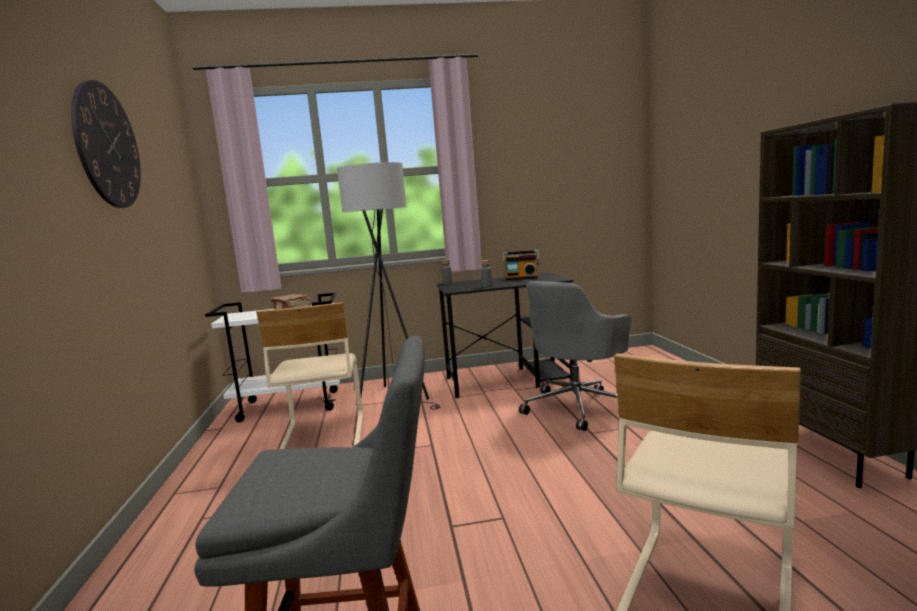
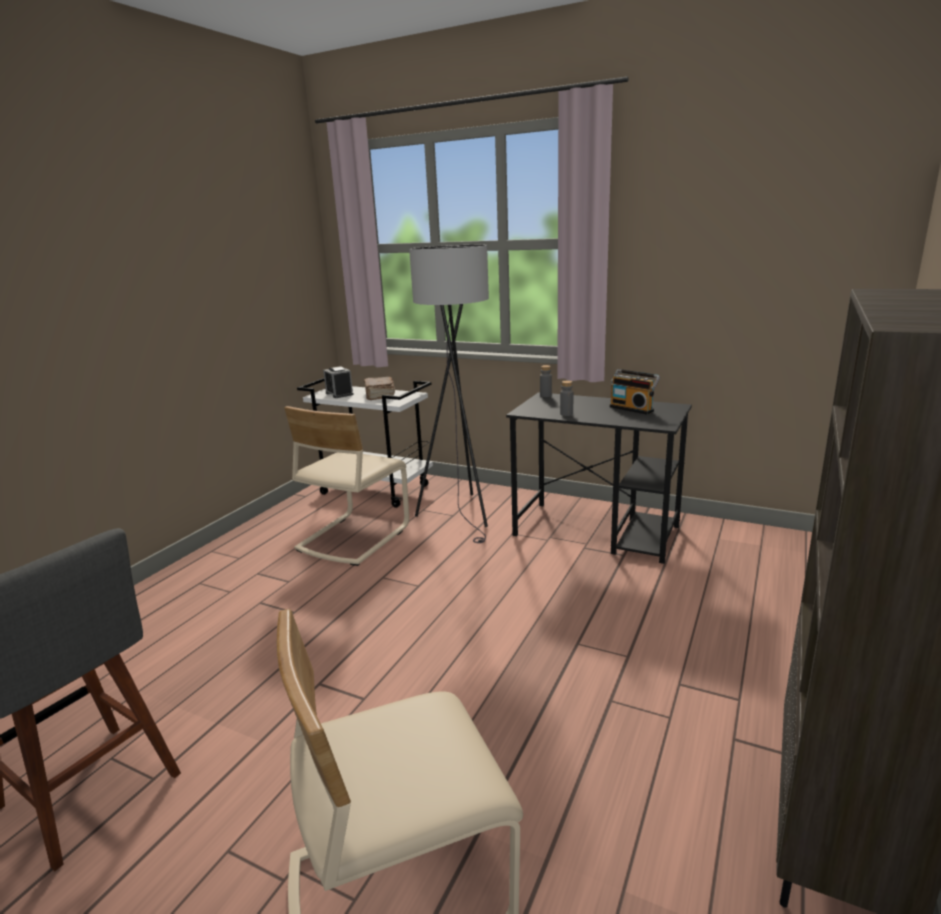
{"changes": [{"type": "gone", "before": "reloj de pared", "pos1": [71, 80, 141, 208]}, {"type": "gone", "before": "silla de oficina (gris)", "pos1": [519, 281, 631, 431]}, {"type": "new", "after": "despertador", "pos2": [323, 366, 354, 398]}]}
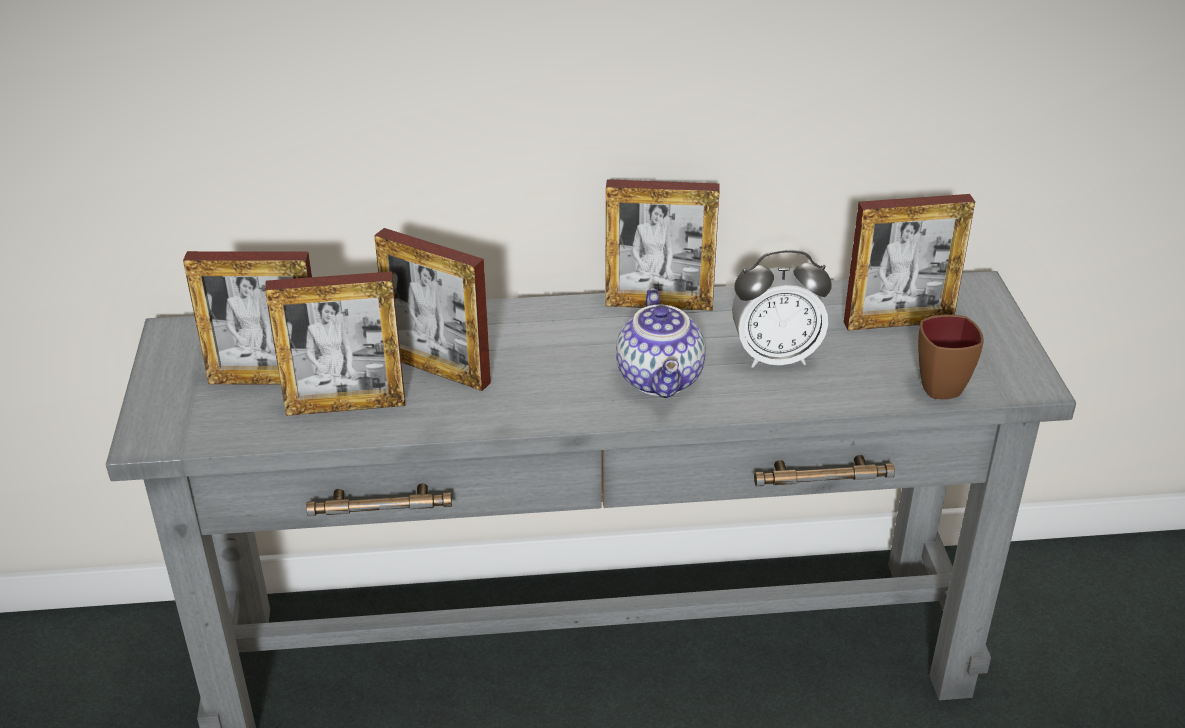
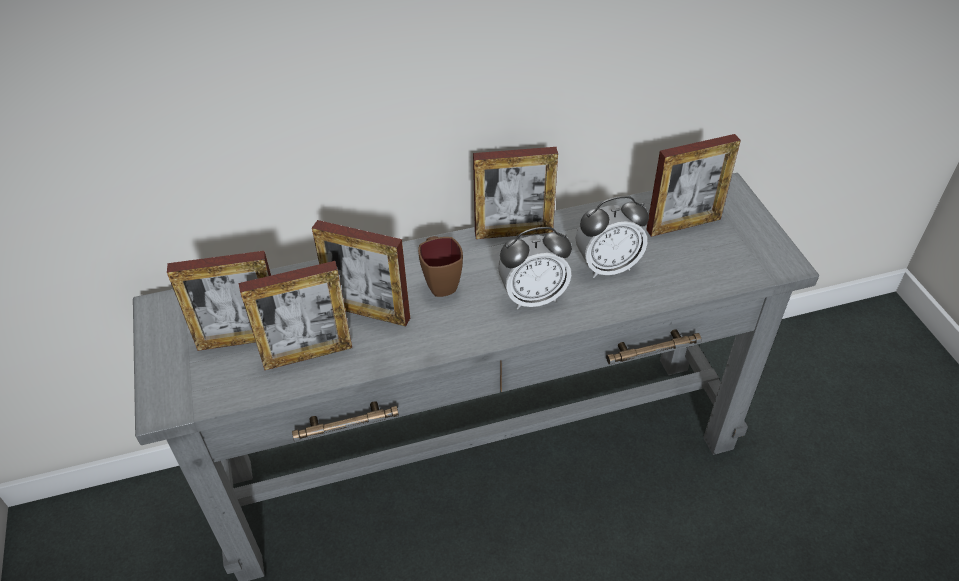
{"changes": [{"type": "swapped", "before": "tetera", "after": "despertador", "pos1": [616, 288, 706, 398], "pos2": [498, 227, 572, 309]}, {"type": "shifted", "before": "taza grande (marrón)", "pos1": [918, 315, 984, 399], "pos2": [418, 236, 463, 297]}]}
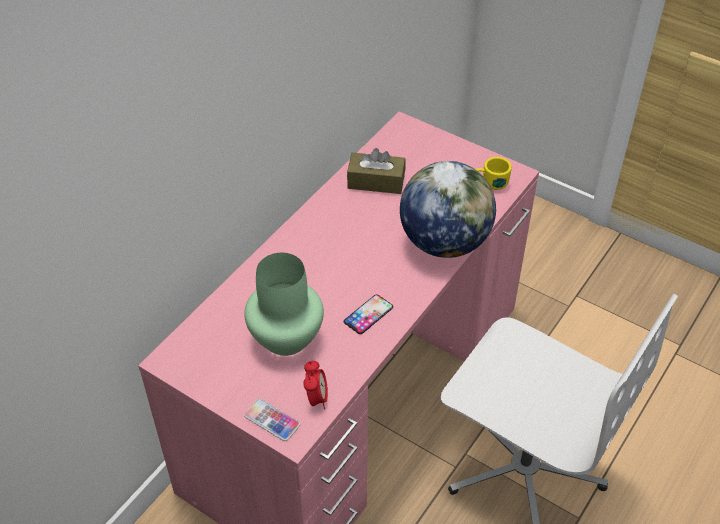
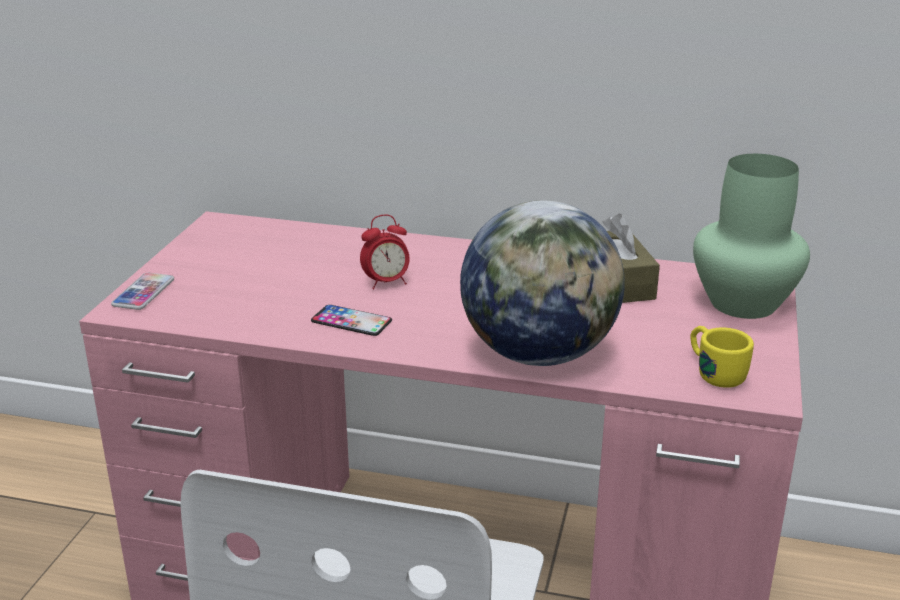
{"changes": [{"type": "shifted", "before": "florero (verde)", "pos1": [244, 253, 324, 356], "pos2": [693, 154, 810, 319]}, {"type": "shifted", "before": "despertador", "pos1": [303, 361, 328, 409], "pos2": [360, 214, 410, 289]}]}
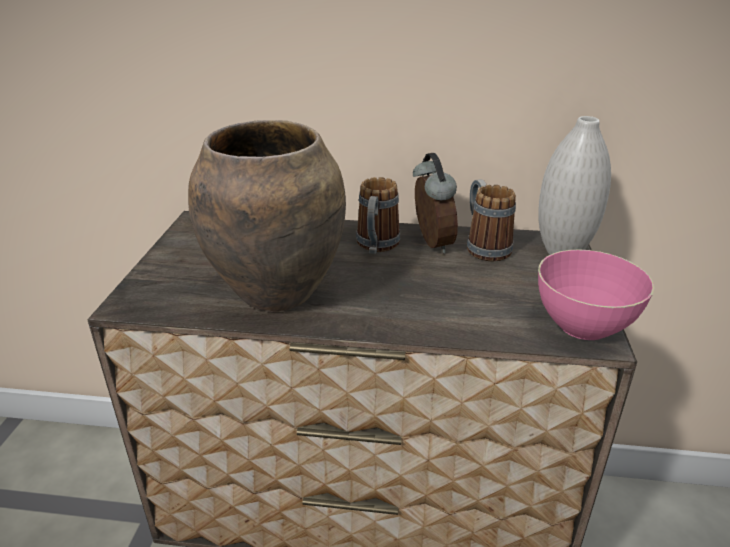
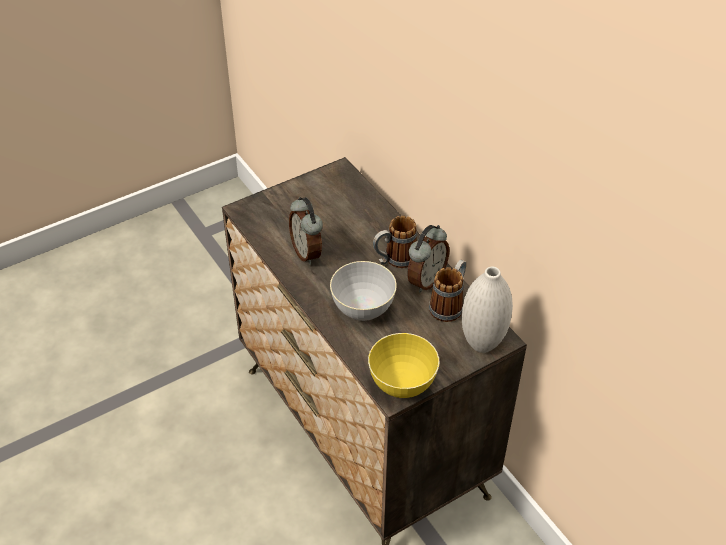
{"changes": [{"type": "swapped", "before": "florero (marrón)", "after": "despertador", "pos1": [188, 120, 346, 312], "pos2": [289, 197, 323, 265]}, {"type": "repainted", "before": "cuenco (rosa)", "after": "cuenco (amarillo)", "pos1": [538, 249, 655, 340], "pos2": [368, 333, 439, 398]}, {"type": "new", "after": "cuenco (gris)", "pos2": [330, 261, 397, 321]}]}
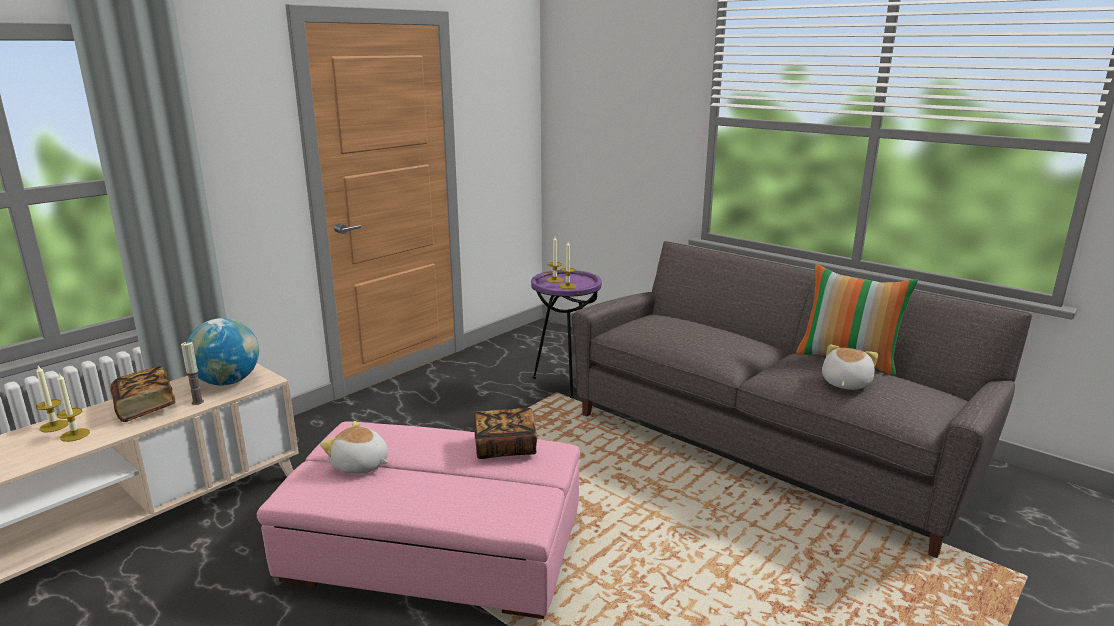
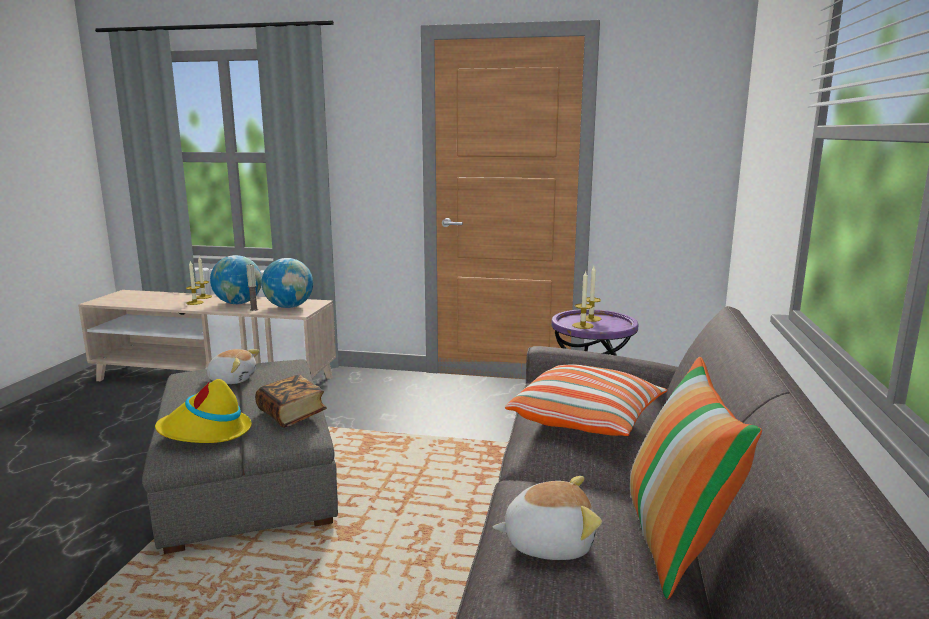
{"changes": [{"type": "swapped", "before": "libro", "after": "globo terráqueo", "pos1": [110, 366, 175, 422], "pos2": [210, 255, 262, 304]}, {"type": "repainted", "before": "puf (rosa)", "after": "puf (gris)", "pos1": [257, 421, 580, 619], "pos2": [142, 359, 338, 554]}, {"type": "rotated", "before": "peluche", "pos1": [320, 421, 389, 473], "pos2": [205, 349, 260, 384], "turn": 105}, {"type": "new", "after": "sombrero (amarillo)", "pos2": [155, 379, 252, 443]}, {"type": "new", "after": "cojín", "pos2": [505, 364, 667, 436]}]}
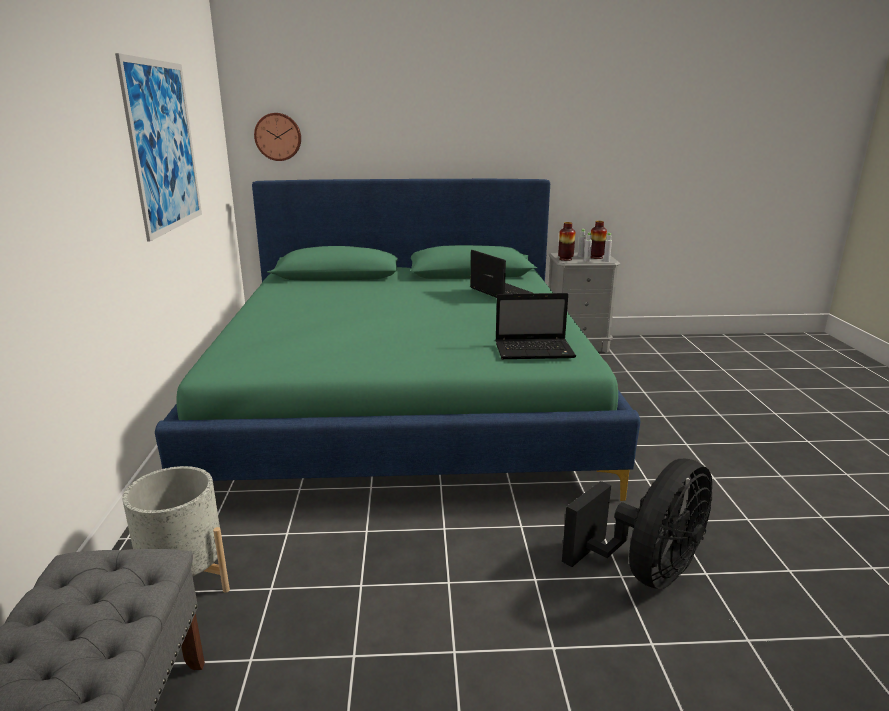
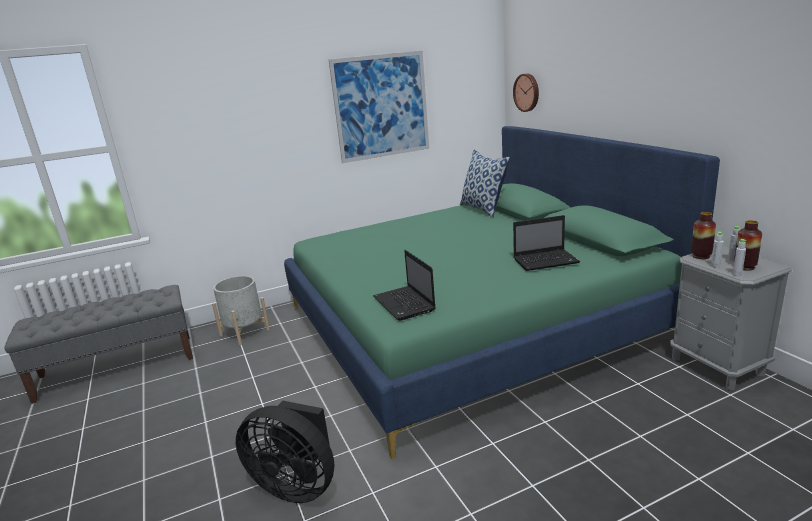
{"changes": [{"type": "rotated", "before": "portátil", "pos1": [470, 250, 533, 298], "pos2": [513, 215, 580, 271], "turn": 45}, {"type": "new", "after": "cojín", "pos2": [460, 150, 510, 218]}]}
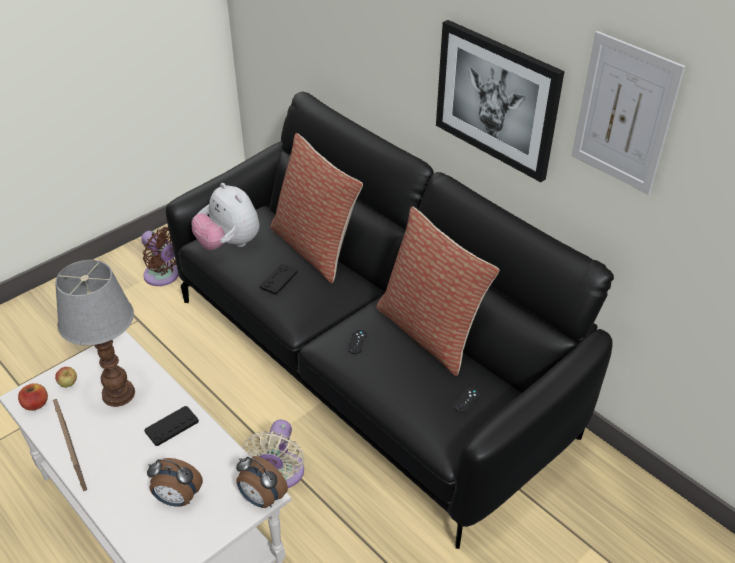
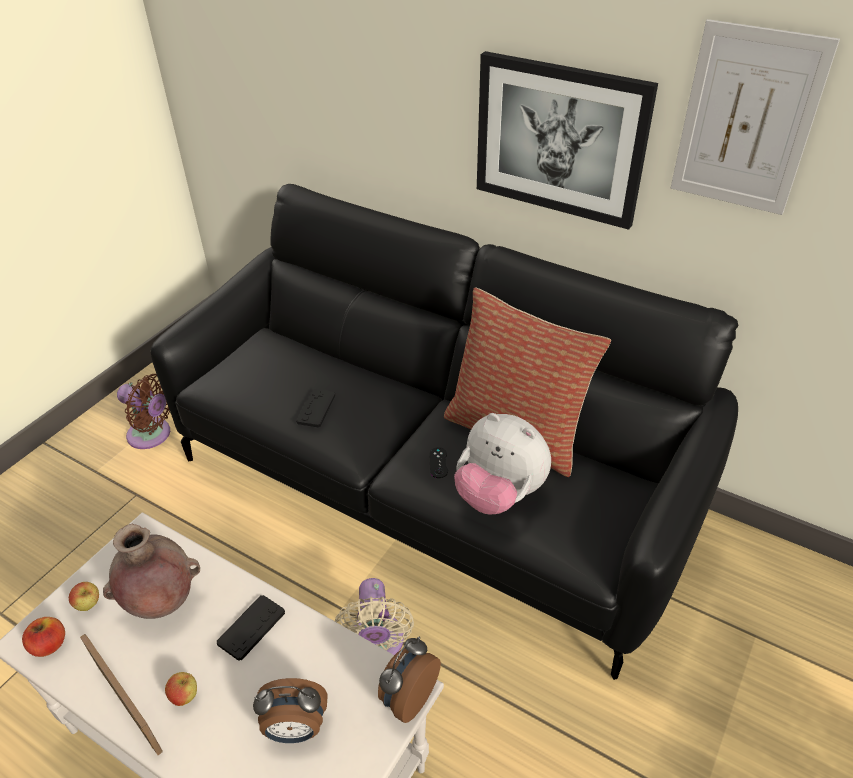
{"changes": [{"type": "swapped", "before": "lámpara de mesa", "after": "florero (marrón)", "pos1": [55, 260, 135, 407], "pos2": [103, 523, 200, 619]}, {"type": "shifted", "before": "peluche", "pos1": [191, 183, 260, 250], "pos2": [454, 413, 551, 514]}, {"type": "rotated", "before": "despertador", "pos1": [236, 456, 288, 508], "pos2": [378, 637, 441, 723], "turn": 105}, {"type": "gone", "before": "cojín", "pos1": [270, 133, 363, 283]}, {"type": "gone", "before": "mando de consola (negro)", "pos1": [453, 388, 480, 413]}, {"type": "new", "after": "manzana", "pos2": [165, 672, 197, 706]}]}
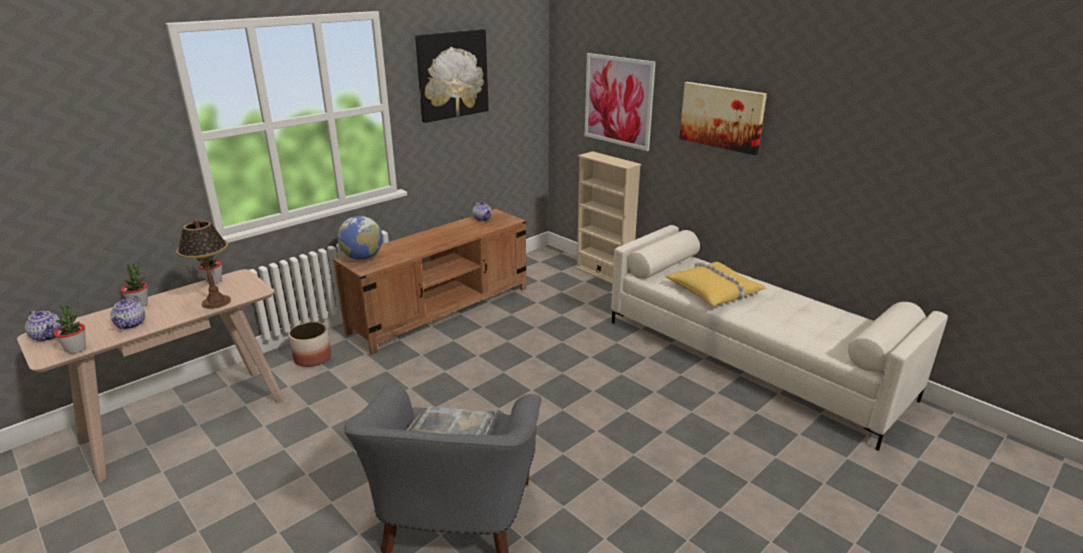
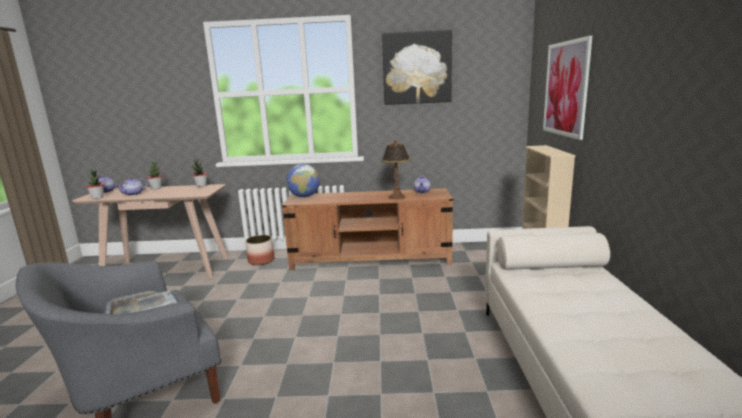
{"changes": [{"type": "shifted", "before": "lámpara de mesa", "pos1": [177, 219, 231, 309], "pos2": [381, 140, 411, 199]}, {"type": "gone", "before": "cojín (amarillo)", "pos1": [665, 261, 766, 306]}, {"type": "gone", "before": "cuadro", "pos1": [679, 82, 767, 155]}]}
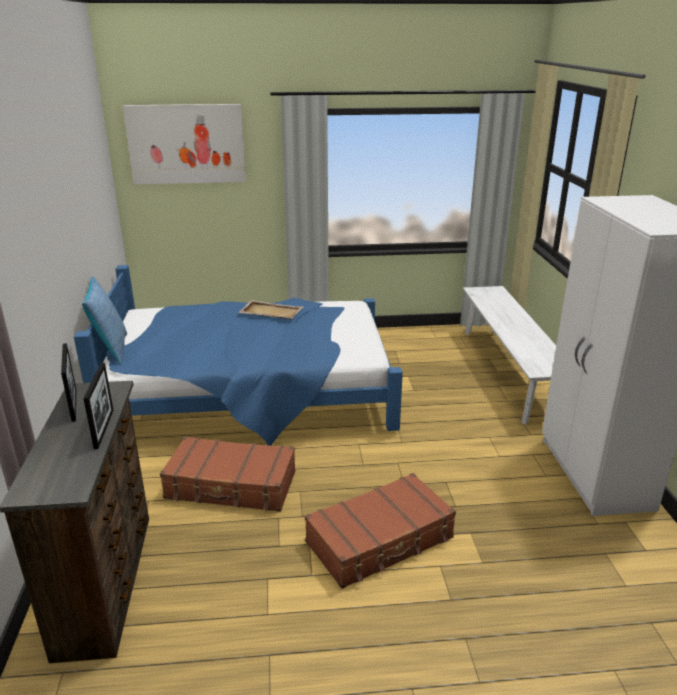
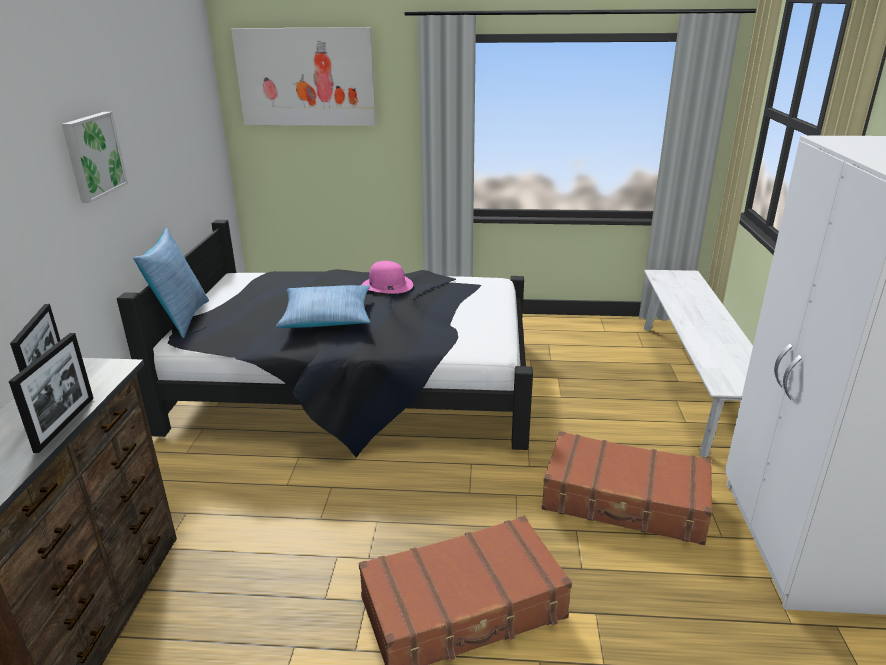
{"changes": [{"type": "repainted", "before": "cama (azul)", "after": "cama (negro)", "pos1": [74, 265, 403, 446], "pos2": [117, 220, 533, 458]}, {"type": "shifted", "before": "maleta (marrón)", "pos1": [160, 436, 295, 512], "pos2": [542, 431, 712, 545]}, {"type": "swapped", "before": "bandeja (beis)", "after": "sombrero (rosa)", "pos1": [238, 300, 303, 319], "pos2": [362, 261, 413, 294]}, {"type": "new", "after": "cuadro", "pos2": [62, 112, 128, 203]}, {"type": "new", "after": "cojín", "pos2": [276, 285, 370, 328]}]}
